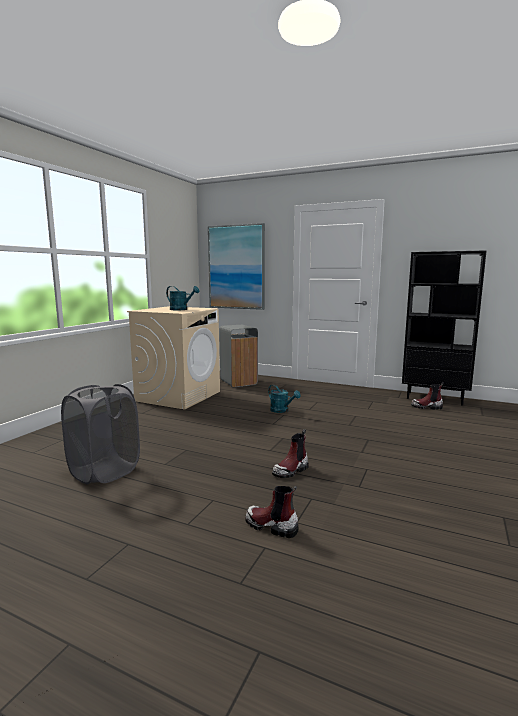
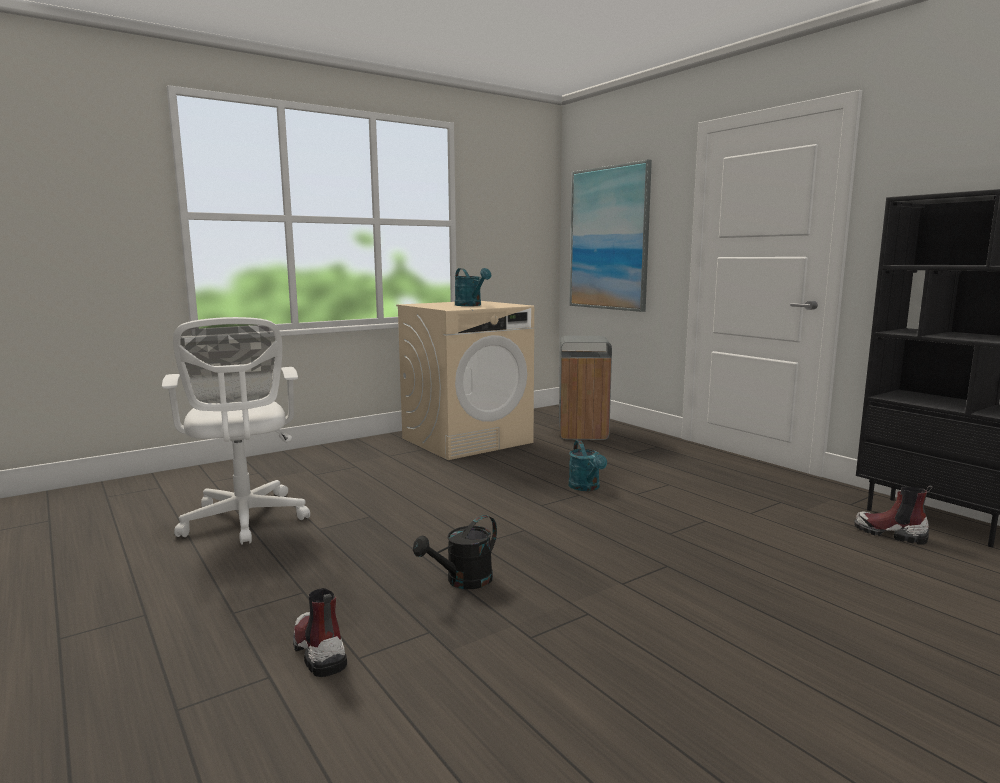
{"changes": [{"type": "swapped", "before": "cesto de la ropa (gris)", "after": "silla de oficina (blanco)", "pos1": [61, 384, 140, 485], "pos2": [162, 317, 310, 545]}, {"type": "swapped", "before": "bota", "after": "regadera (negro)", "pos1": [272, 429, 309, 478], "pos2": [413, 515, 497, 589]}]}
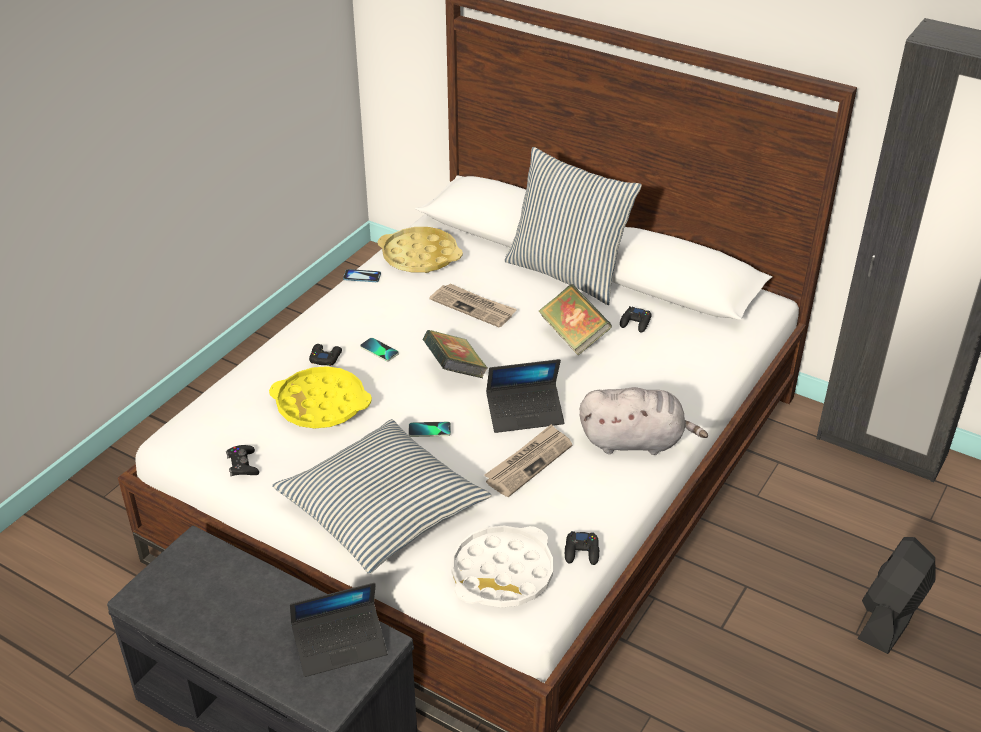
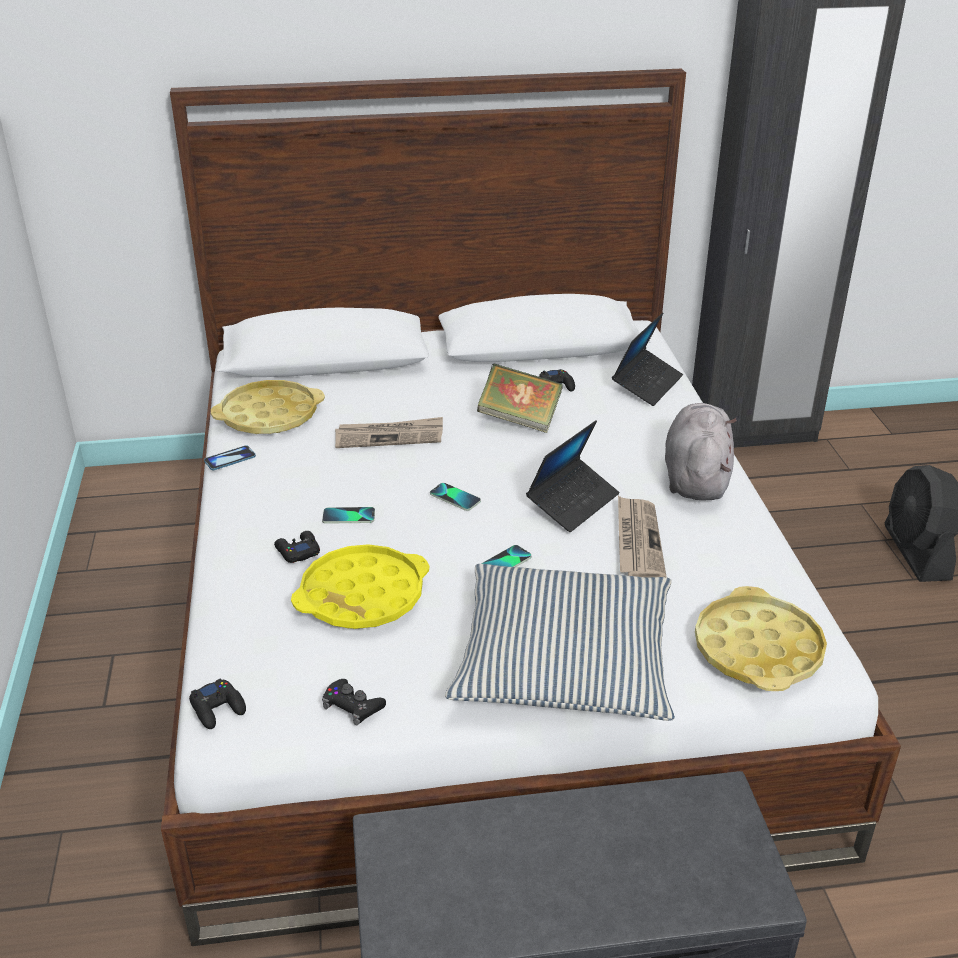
{"changes": [{"type": "shifted", "before": "portátil", "pos1": [290, 583, 387, 677], "pos2": [612, 313, 683, 406]}, {"type": "swapped", "before": "libro", "after": "móvil", "pos1": [423, 330, 488, 378], "pos2": [430, 483, 481, 511]}, {"type": "repainted", "before": "bandeja (blanco)", "after": "bandeja (amarillo)", "pos1": [451, 526, 553, 608], "pos2": [695, 586, 827, 691]}, {"type": "gone", "before": "cojín", "pos1": [504, 147, 642, 305]}, {"type": "shifted", "before": "mando de consola (negro)", "pos1": [565, 531, 599, 565], "pos2": [189, 678, 246, 729]}, {"type": "rotated", "before": "peluche (gris)", "pos1": [580, 387, 708, 455], "pos2": [665, 403, 737, 500], "turn": -45}]}
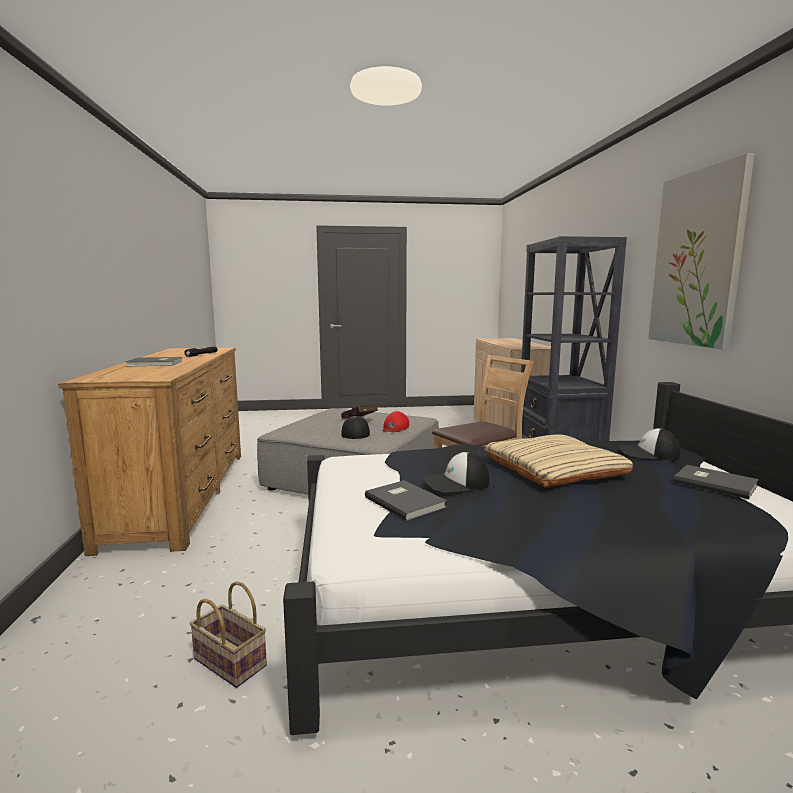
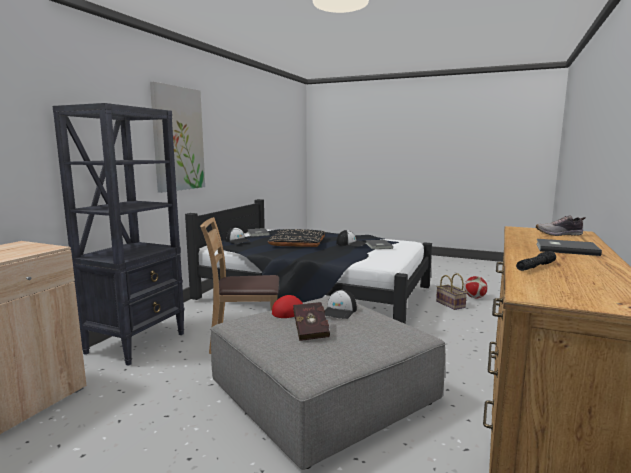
{"changes": [{"type": "repainted", "before": "cojín (beis)", "after": "cojín (negro)", "pos1": [485, 434, 633, 487], "pos2": [268, 229, 325, 247]}, {"type": "new", "after": "balón de fútbol", "pos2": [464, 276, 488, 298]}, {"type": "new", "after": "zapato", "pos2": [536, 216, 586, 236]}]}
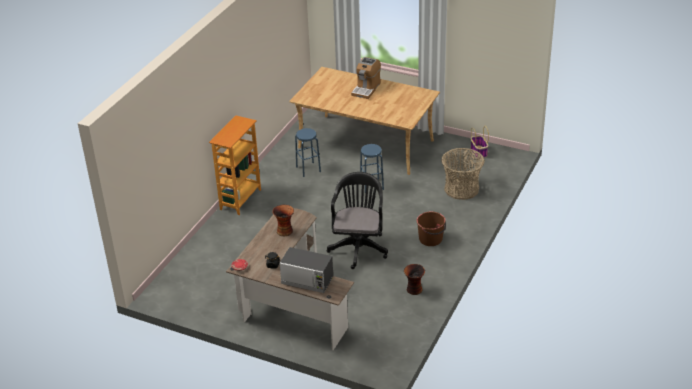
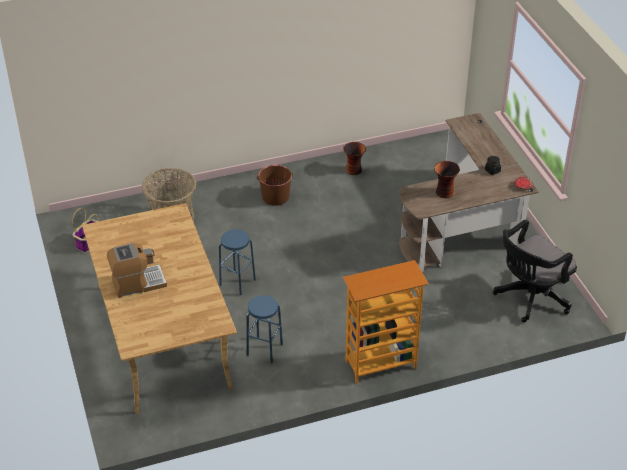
{"changes": [{"type": "gone", "before": "microondas", "pos1": [280, 247, 333, 293]}, {"type": "shifted", "before": "silla de oficina (negro)", "pos1": [327, 172, 388, 269], "pos2": [493, 220, 577, 322]}]}
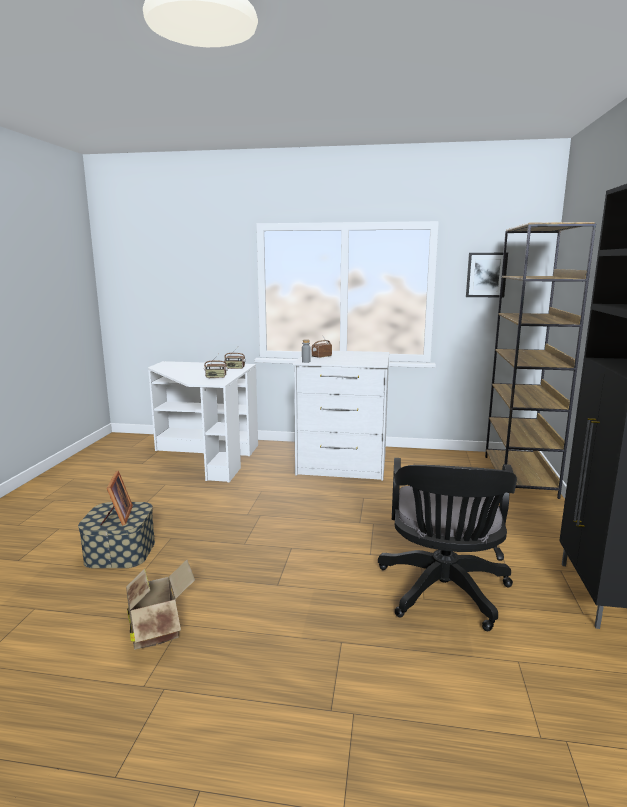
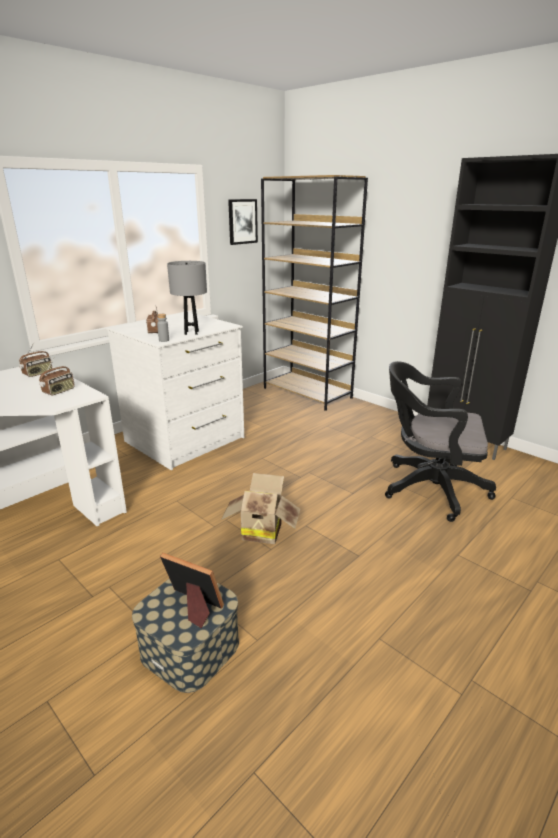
{"changes": [{"type": "shifted", "before": "caja de cartón", "pos1": [126, 560, 195, 650], "pos2": [221, 473, 300, 544]}, {"type": "rotated", "before": "silla de oficina (negro)", "pos1": [378, 458, 517, 631], "pos2": [385, 361, 496, 522], "turn": 150}, {"type": "new", "after": "lámpara de mesa (gris)", "pos2": [167, 261, 207, 335]}]}
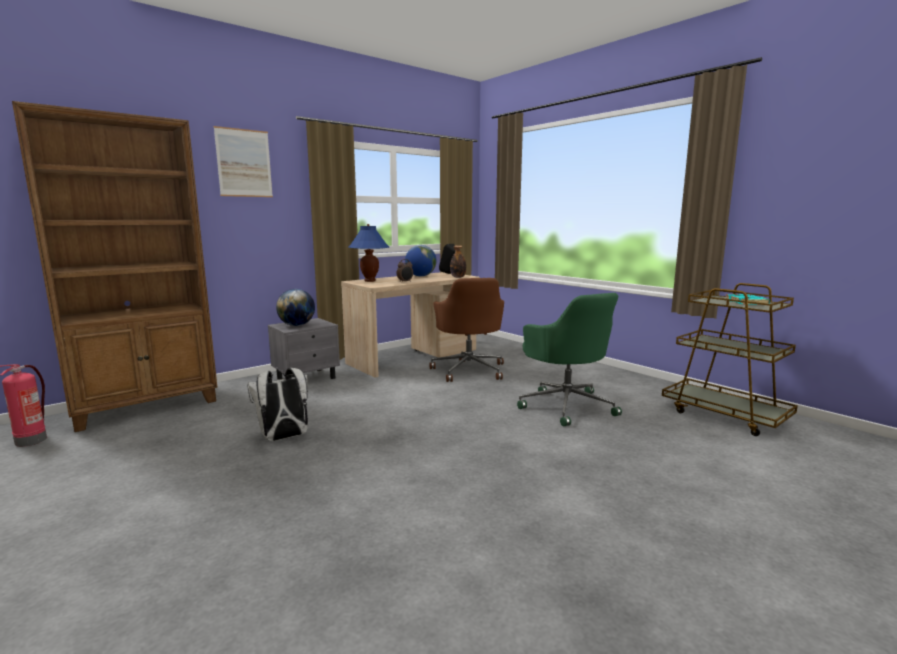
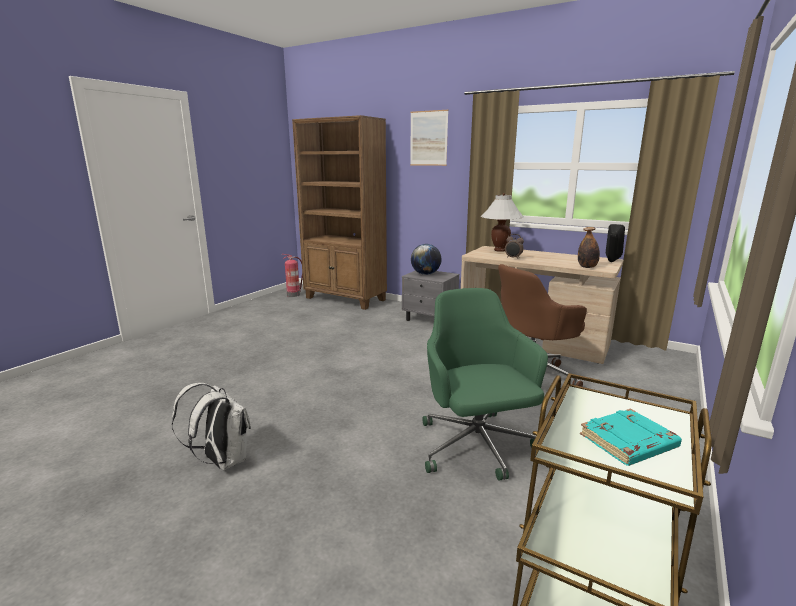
{"changes": [{"type": "shifted", "before": "mochila (blanco)", "pos1": [247, 368, 308, 441], "pos2": [172, 383, 251, 470]}, {"type": "repainted", "before": "lámpara de mesa (azul)", "after": "lámpara de mesa (blanco)", "pos1": [348, 224, 389, 282], "pos2": [481, 193, 524, 252]}, {"type": "gone", "before": "globo terráqueo", "pos1": [405, 245, 437, 276]}, {"type": "rotated", "before": "silla de oficina (verde)", "pos1": [517, 293, 622, 427], "pos2": [422, 288, 548, 481], "turn": 120}]}
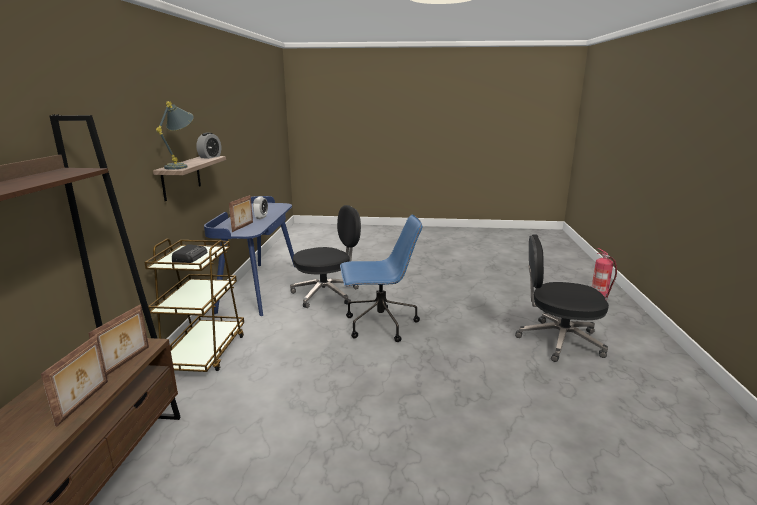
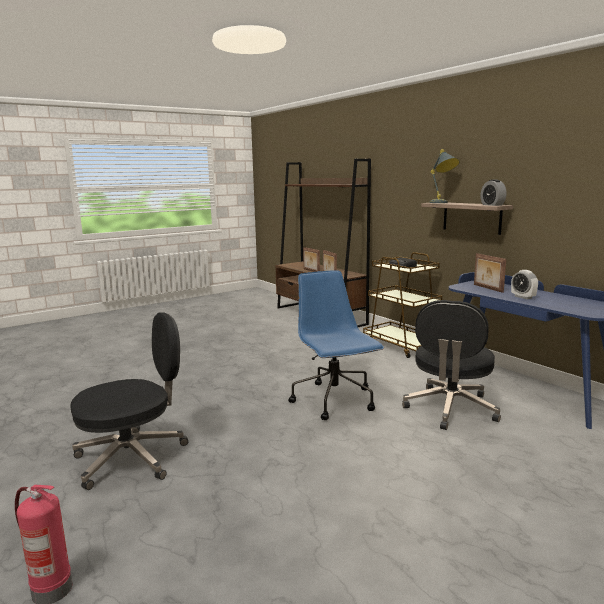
{"changes": [{"type": "rotated", "before": "silla de oficina (azul)", "pos1": [340, 215, 422, 342], "pos2": [288, 270, 384, 420], "turn": 120}]}
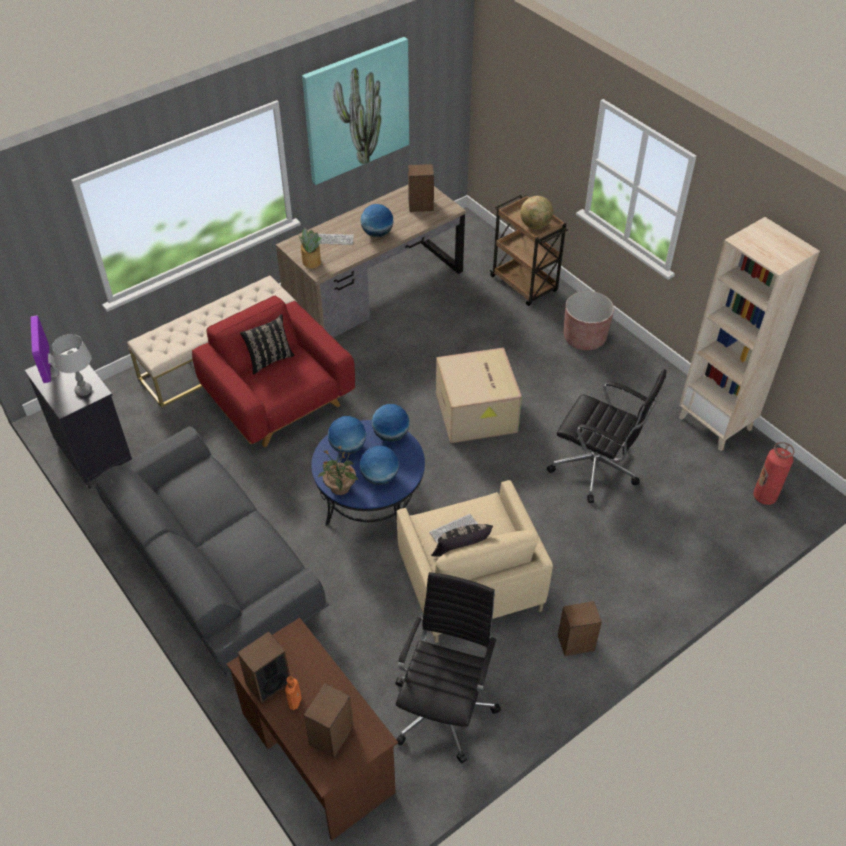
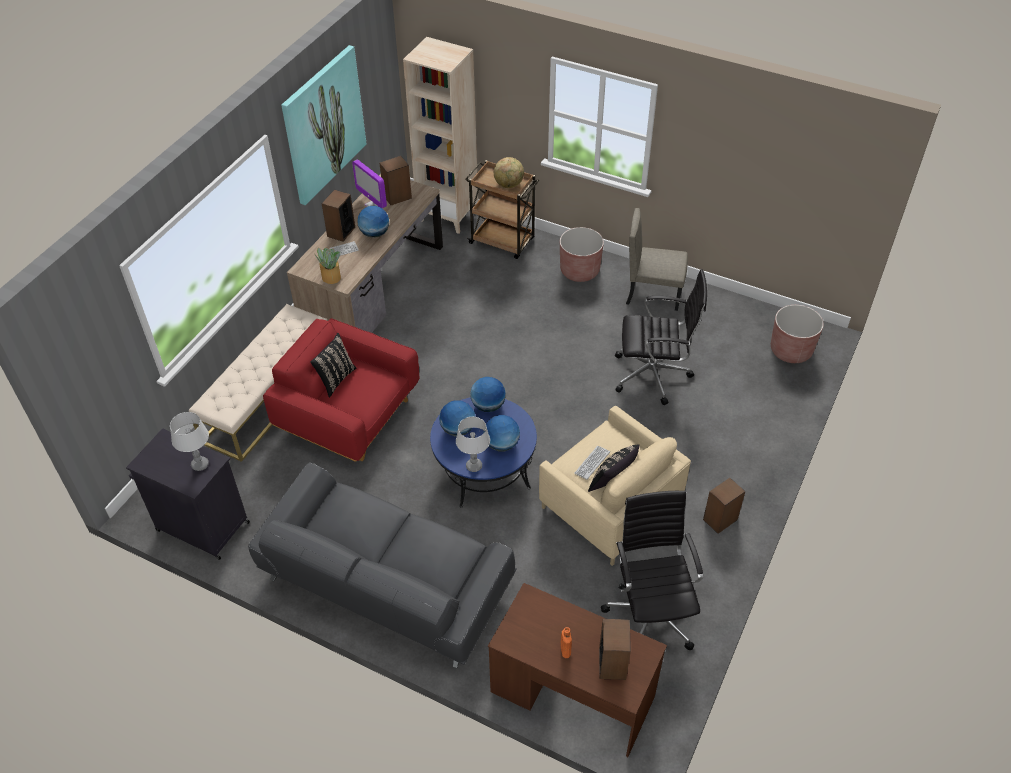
{"changes": [{"type": "shifted", "before": "monitor", "pos1": [31, 315, 60, 383], "pos2": [352, 159, 387, 209]}, {"type": "shifted", "before": "altavoz", "pos1": [237, 631, 290, 704], "pos2": [322, 190, 355, 242]}, {"type": "swapped", "before": "planta en maceta", "after": "lámpara de mesa (gris)", "pos1": [318, 445, 359, 495], "pos2": [456, 417, 490, 472]}, {"type": "gone", "before": "caja de cartón", "pos1": [436, 348, 522, 443]}, {"type": "shifted", "before": "estantería (beis)", "pos1": [679, 217, 820, 451], "pos2": [403, 37, 478, 234]}, {"type": "swapped", "before": "extintor", "after": "maceta (marrón)", "pos1": [753, 442, 794, 505], "pos2": [771, 305, 824, 363]}, {"type": "new", "after": "silla (beis)", "pos2": [626, 208, 688, 311]}]}
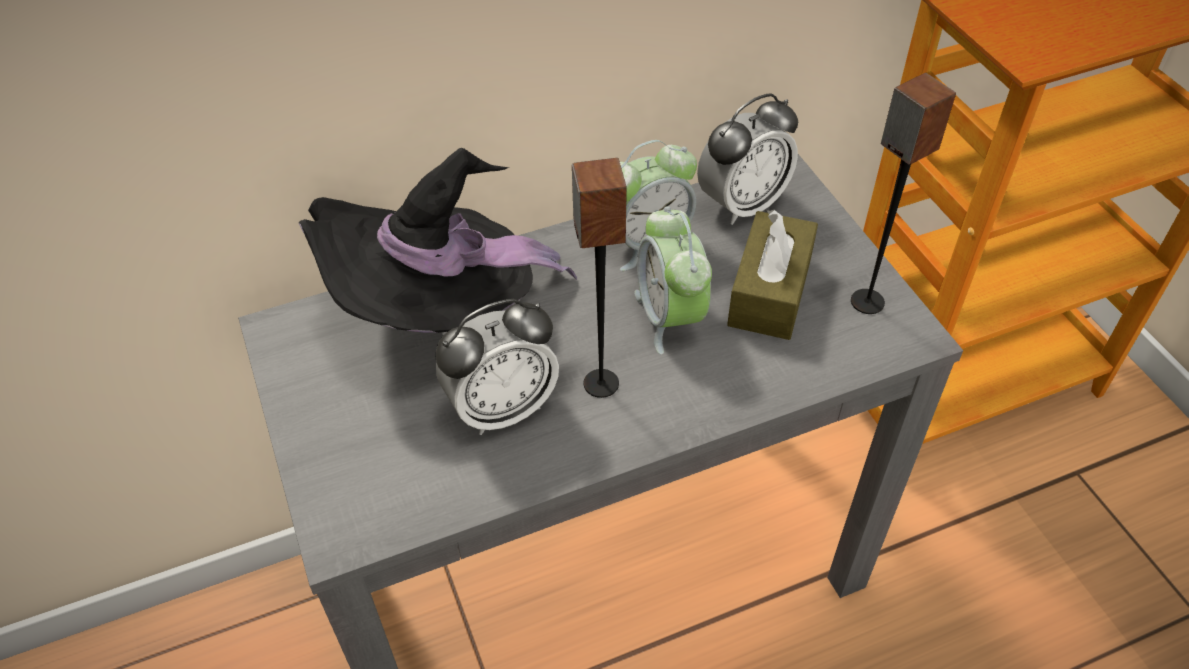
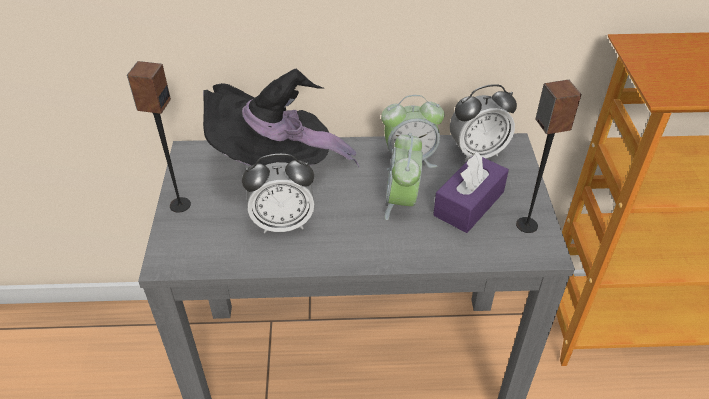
{"changes": [{"type": "shifted", "before": "altavoz", "pos1": [572, 158, 627, 398], "pos2": [127, 61, 191, 213]}, {"type": "repainted", "before": "caja de pañuelos (marrón)", "after": "caja de pañuelos (morado)", "pos1": [727, 210, 818, 340], "pos2": [433, 152, 509, 233]}]}
